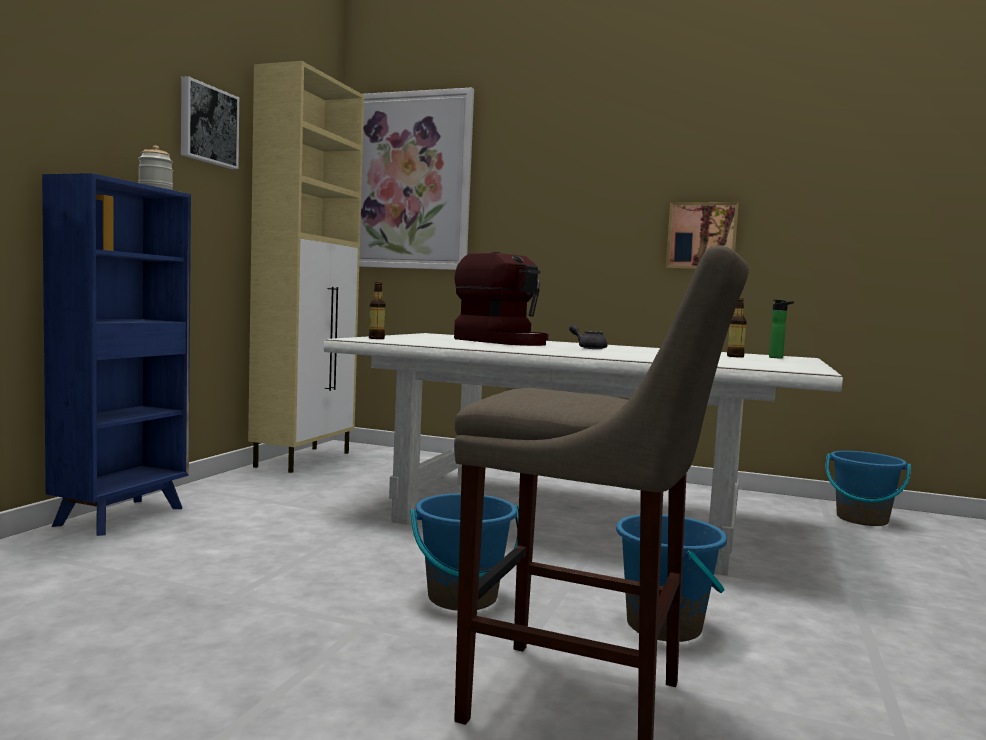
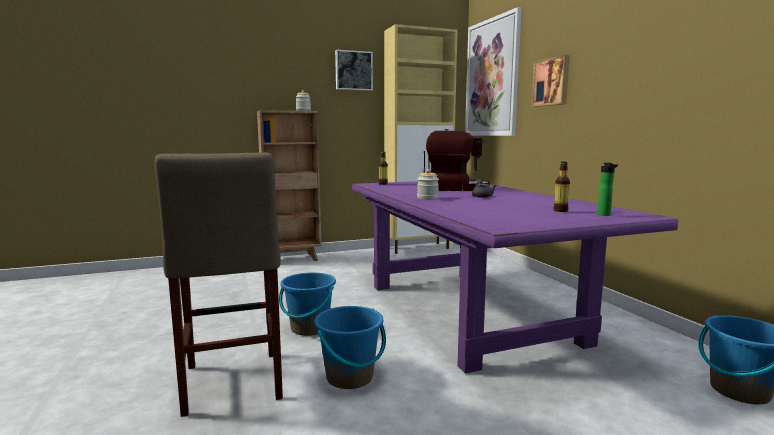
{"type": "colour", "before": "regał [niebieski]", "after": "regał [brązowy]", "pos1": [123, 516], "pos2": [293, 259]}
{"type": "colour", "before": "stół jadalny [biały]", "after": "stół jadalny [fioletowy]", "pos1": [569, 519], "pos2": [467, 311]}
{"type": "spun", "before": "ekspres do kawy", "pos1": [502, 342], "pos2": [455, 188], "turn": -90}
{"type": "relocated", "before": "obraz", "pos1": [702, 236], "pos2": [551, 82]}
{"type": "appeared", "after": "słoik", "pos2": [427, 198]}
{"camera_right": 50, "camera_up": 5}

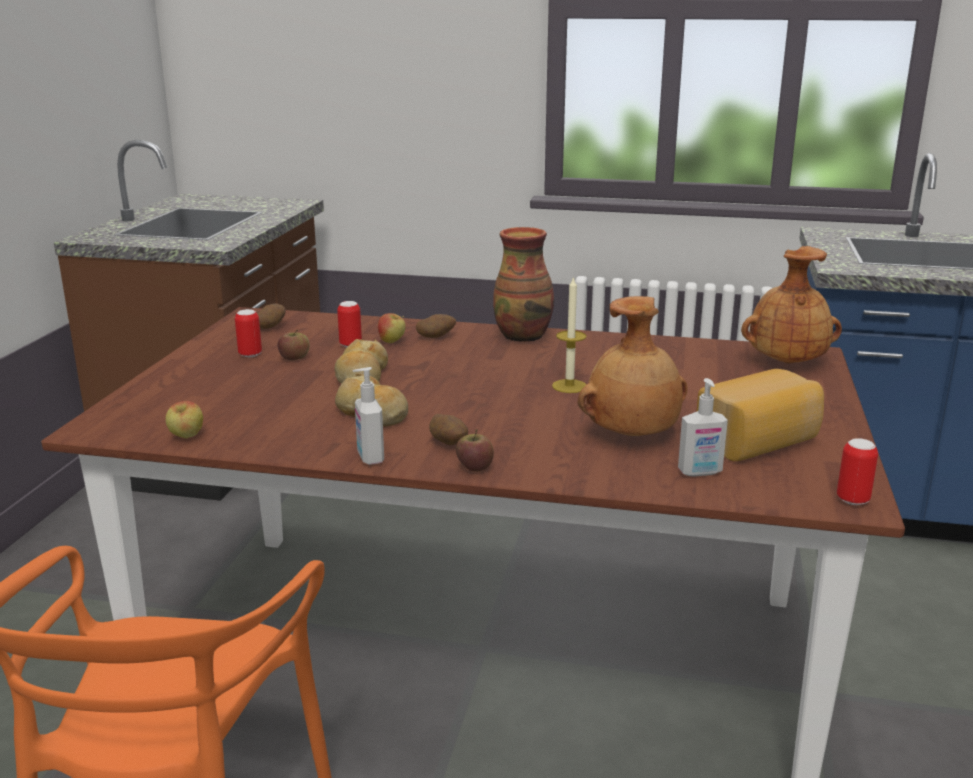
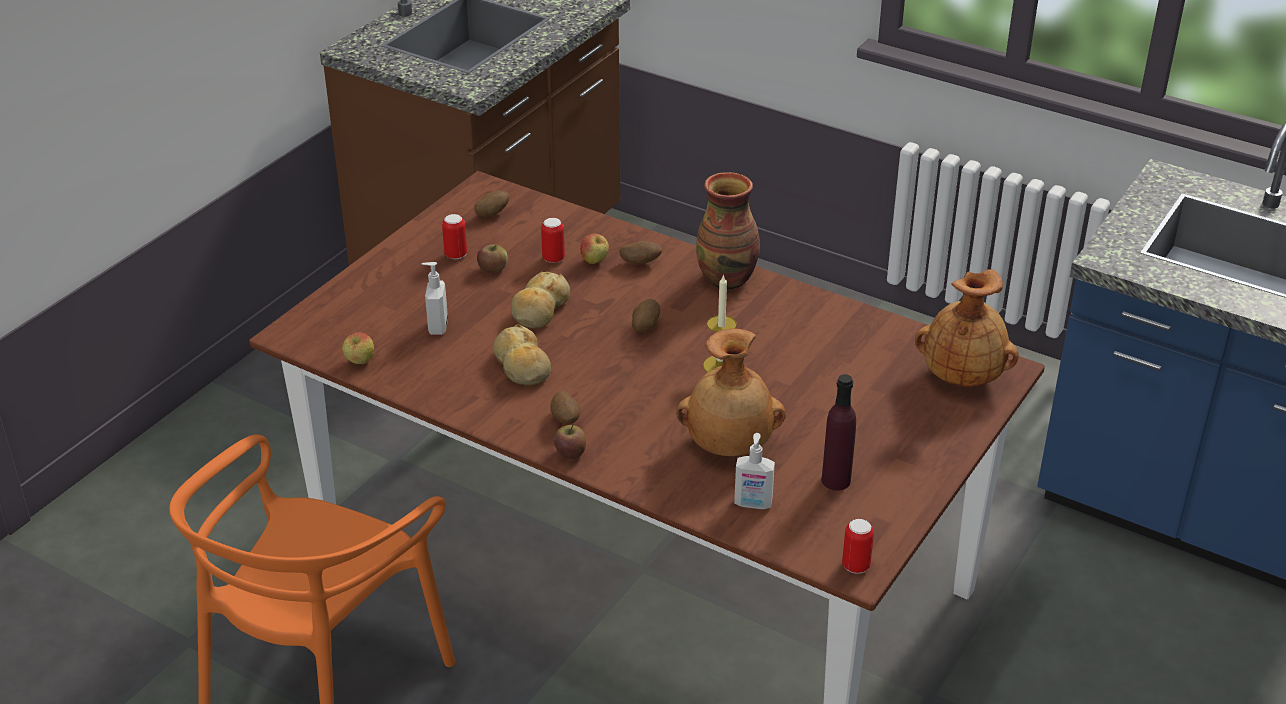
{"type": "relocated", "before": "dozownik mydła", "pos1": [369, 458], "pos2": [437, 327]}
{"type": "exchanged", "before": "chleb", "after": "butelka [fioletowy]", "pos1": [759, 442], "pos2": [836, 480]}
{"type": "appeared", "after": "ziemniak", "pos2": [645, 326]}
{"camera_right": 20, "camera_up": 15}

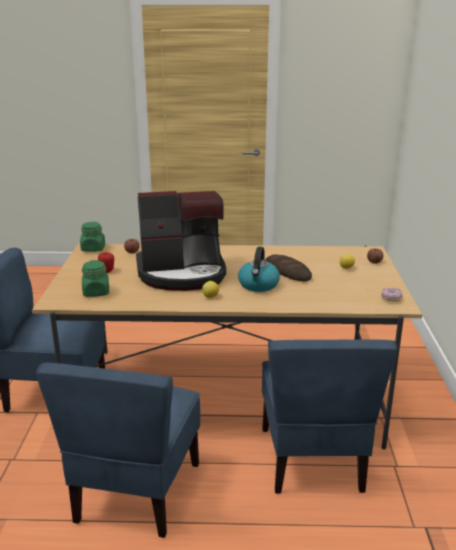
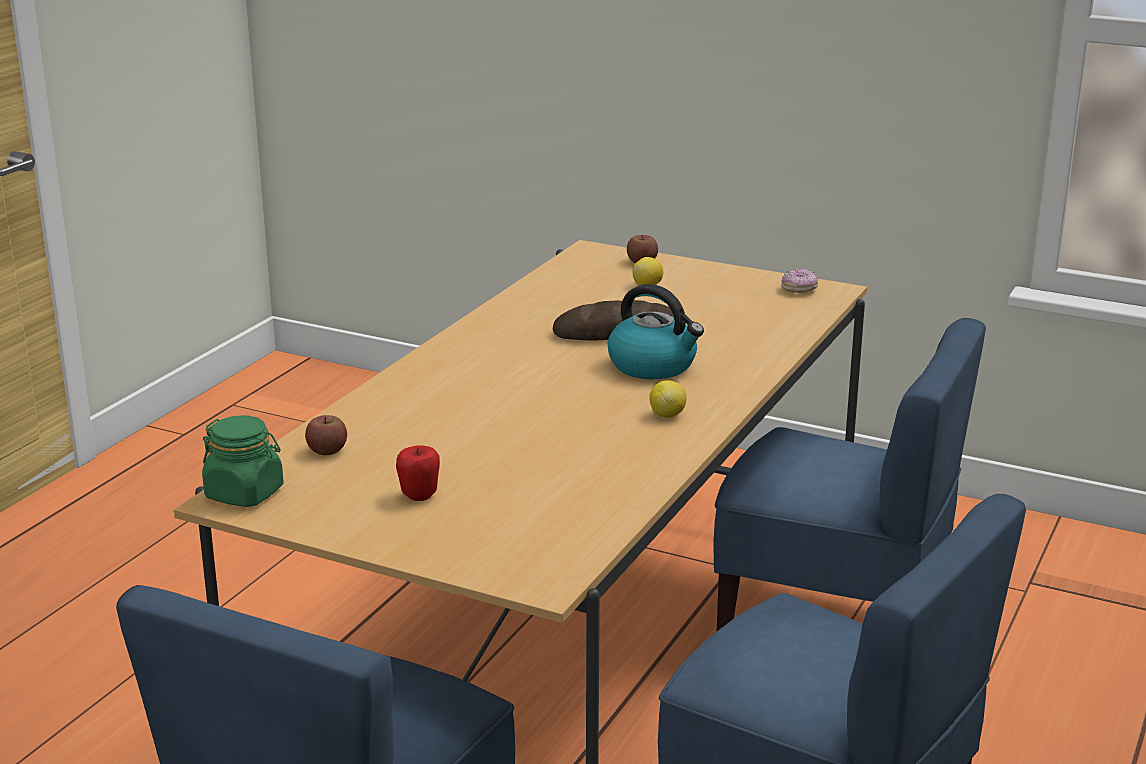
{"type": "missing", "before": "słoik [zielony]", "pos1": [96, 292]}
{"type": "missing", "before": "ekspres do kawy", "pos1": [182, 273]}
{"camera_right": -65, "camera_up": 0}

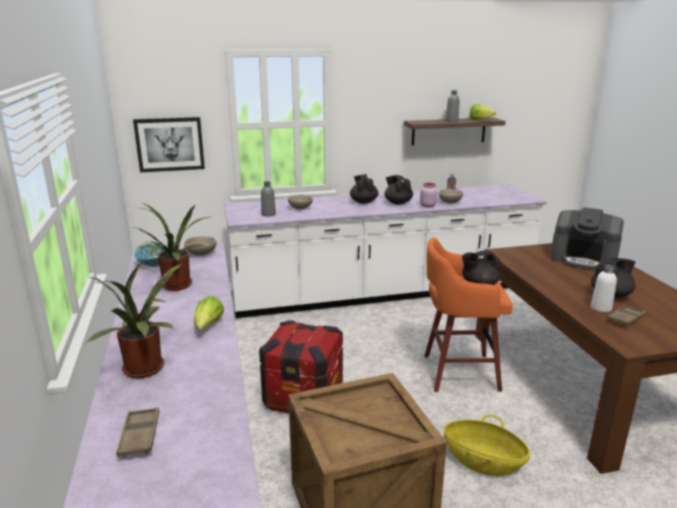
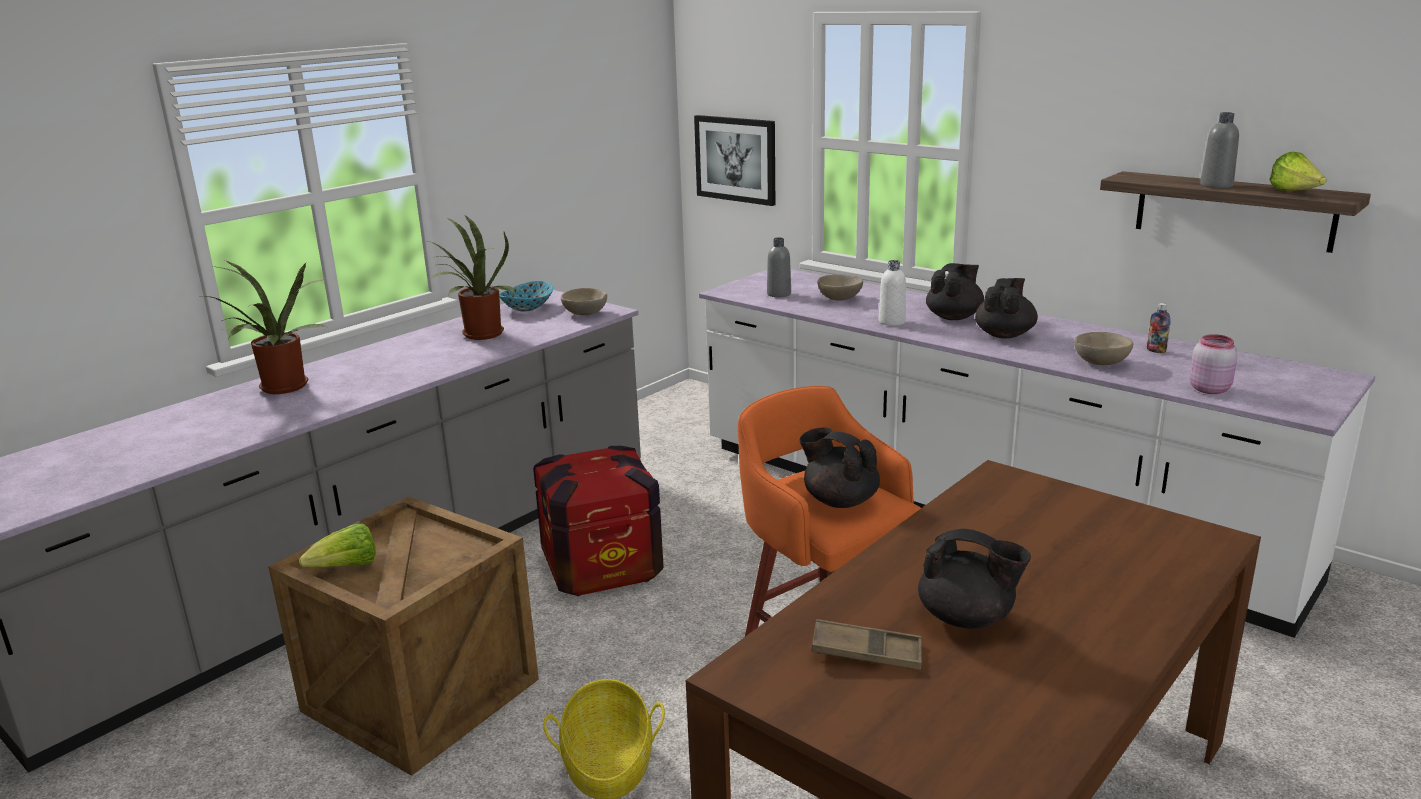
{"type": "missing", "before": "taca [brązowy]", "pos1": [139, 436]}
{"type": "relocated", "before": "sałata", "pos1": [208, 326], "pos2": [346, 568]}
{"type": "relocated", "before": "słoik [różowy]", "pos1": [427, 205], "pos2": [1209, 389]}
{"type": "missing", "before": "ekspres do kawy", "pos1": [583, 259]}
{"type": "relocated", "before": "butelka [biały]", "pos1": [601, 308], "pos2": [892, 322]}
{"camera_right": 55, "camera_up": 0}

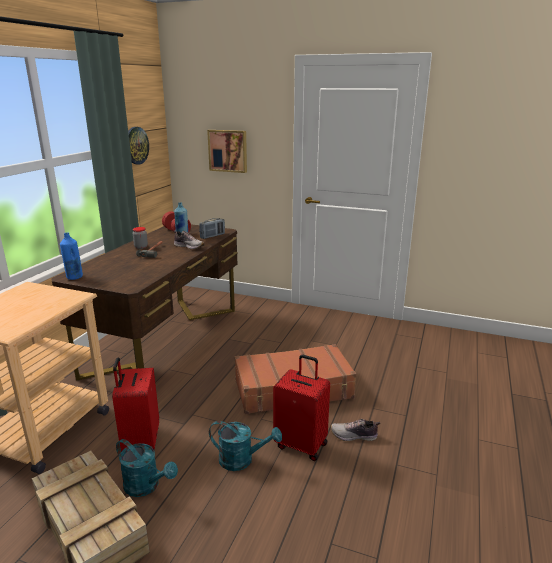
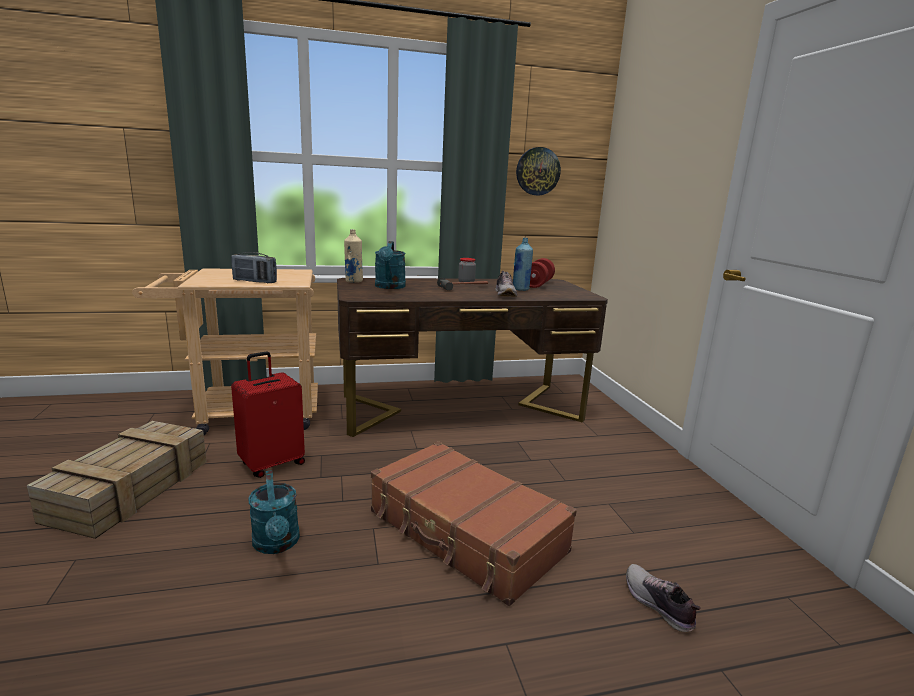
{"type": "colour", "before": "butelka [niebieski]", "after": "butelka [beżowy]", "pos1": [74, 277], "pos2": [353, 281]}
{"type": "relocated", "before": "konewka [turkusowy]", "pos1": [146, 486], "pos2": [389, 287]}
{"type": "relocated", "before": "radio", "pos1": [212, 236], "pos2": [254, 281]}
{"type": "missing", "before": "obraz", "pos1": [228, 151]}
{"type": "missing", "before": "walizka [czerwony]", "pos1": [301, 444]}
{"type": "relocated", "before": "but", "pos1": [354, 436], "pos2": [657, 605]}
{"camera_right": 55, "camera_up": -5}

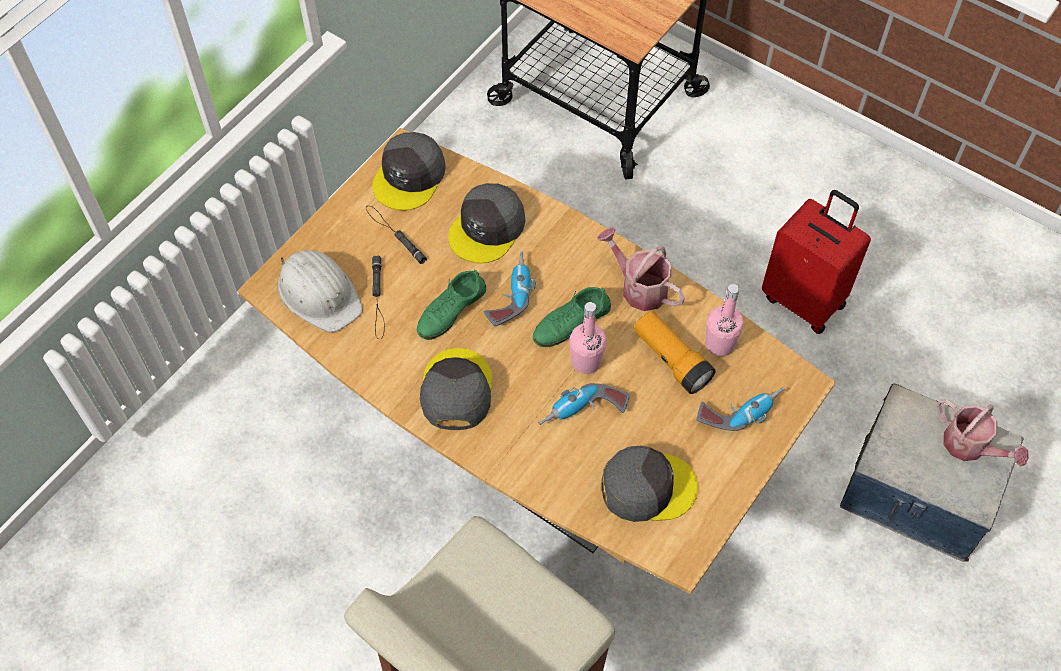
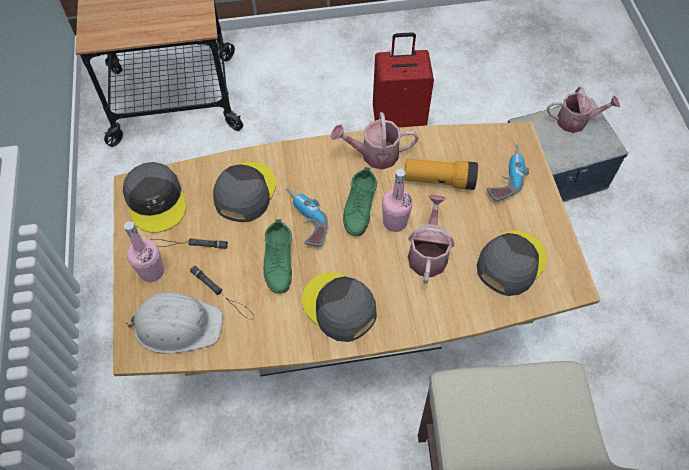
{"type": "spun", "before": "czapka z daszkiem [szary]", "pos1": [487, 228], "pos2": [245, 192], "turn": -150}
{"type": "exchanged", "before": "wiertarka", "after": "konewka", "pos1": [583, 413], "pos2": [428, 253]}
{"type": "relocated", "before": "butelka [różowy]", "pos1": [719, 344], "pos2": [152, 271]}
{"camera_right": -45, "camera_up": 0}

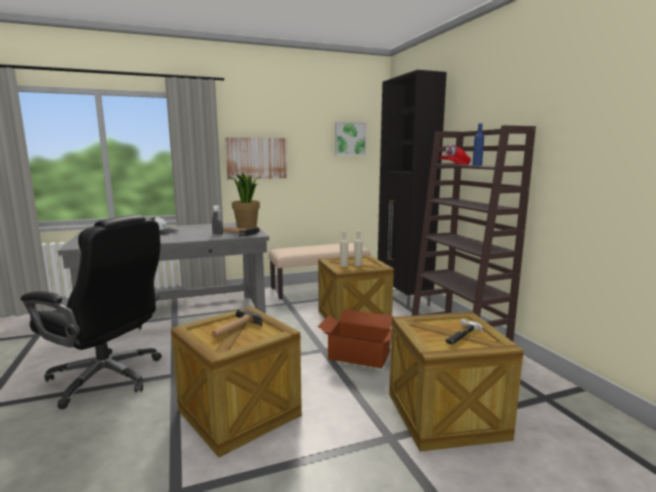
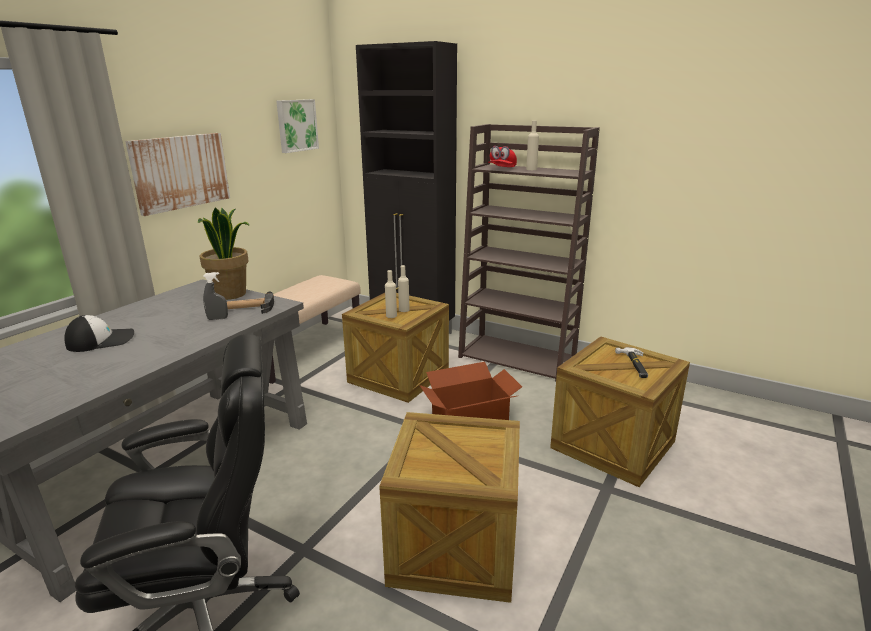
{"type": "missing", "before": "młotek", "pos1": [235, 329]}
{"type": "colour", "before": "butelka [niebieski]", "after": "butelka [beżowy]", "pos1": [477, 165], "pos2": [531, 169]}
{"camera_right": -40, "camera_up": 10}

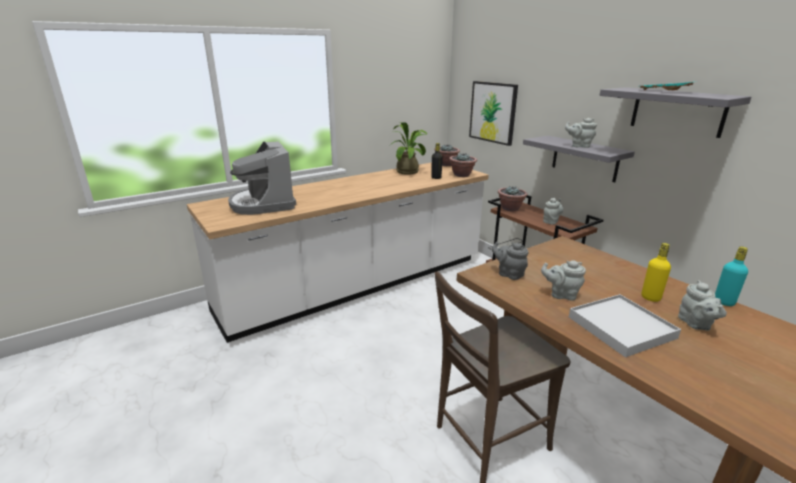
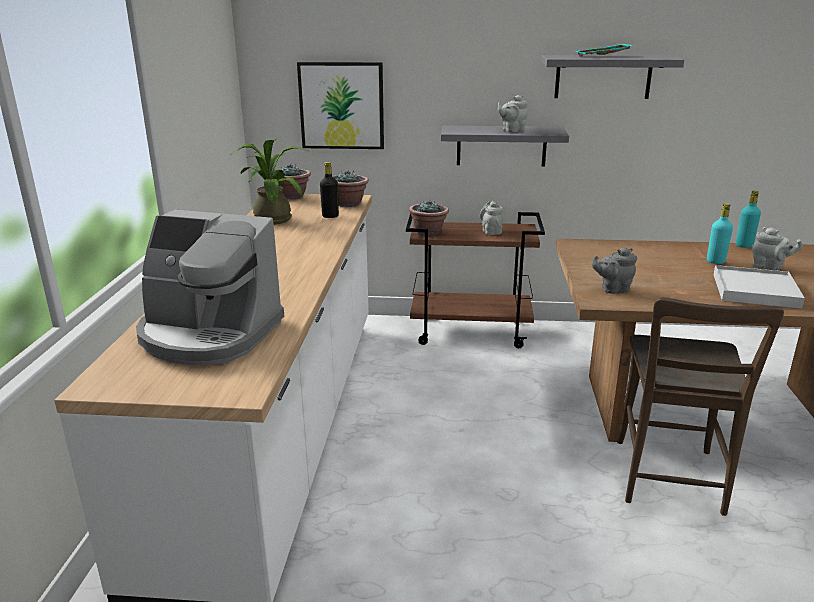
{"type": "missing", "before": "imbryk [szary]", "pos1": [561, 294]}
{"type": "colour", "before": "butelka [żółty]", "after": "butelka [turkusowy]", "pos1": [650, 298], "pos2": [715, 261]}
{"camera_right": -50, "camera_up": 0}

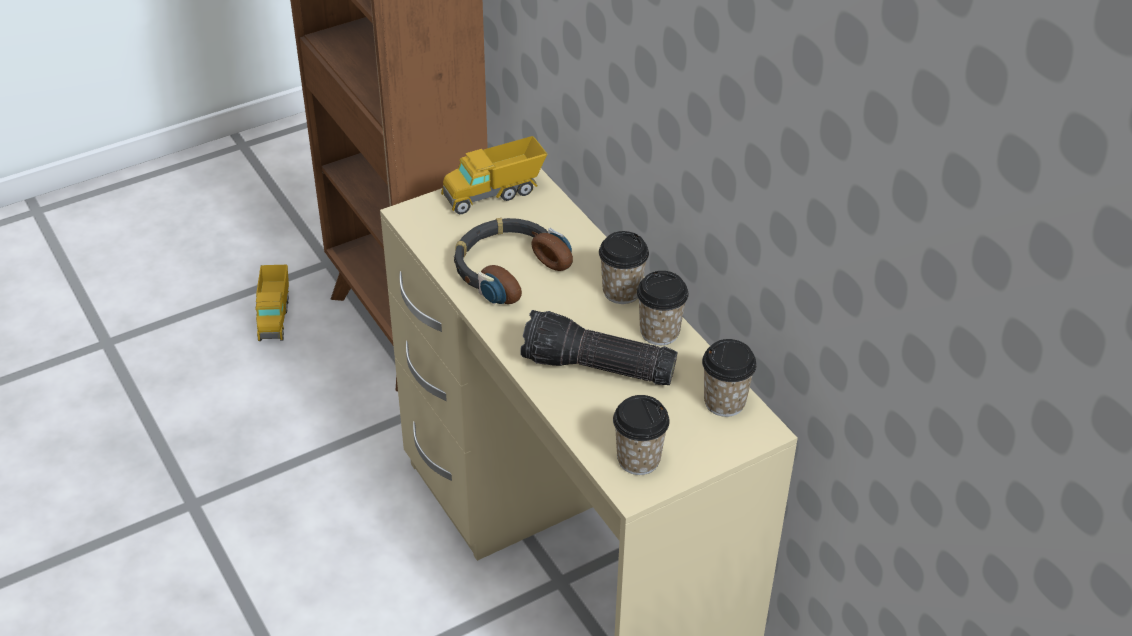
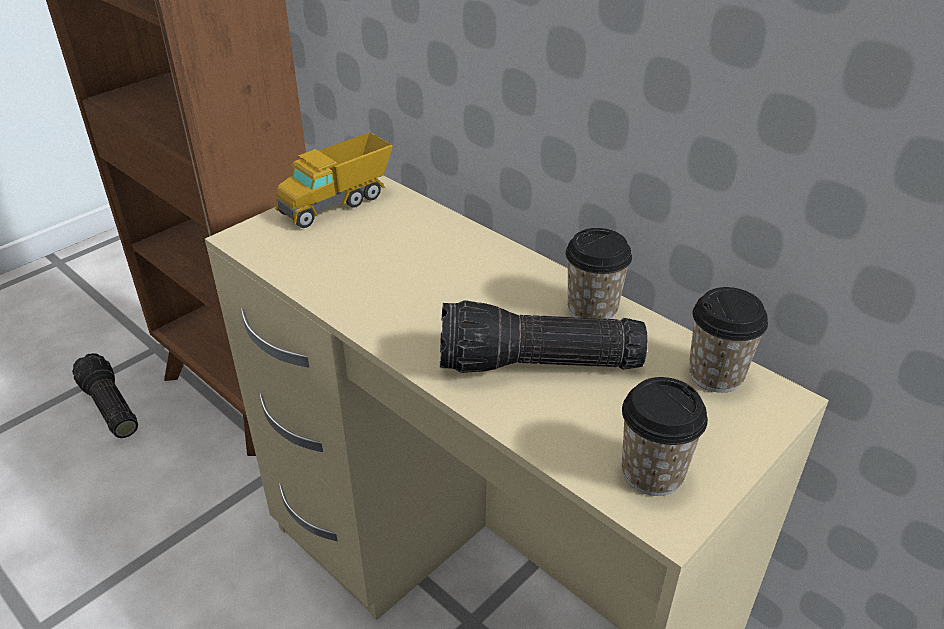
{"type": "exchanged", "before": "ciężarówka zabawkowa", "after": "latarka", "pos1": [274, 317], "pos2": [108, 408]}
{"type": "missing", "before": "słuchawki", "pos1": [508, 268]}
{"type": "missing", "before": "filiżanka", "pos1": [621, 292]}
{"camera_right": -15, "camera_up": -5}

